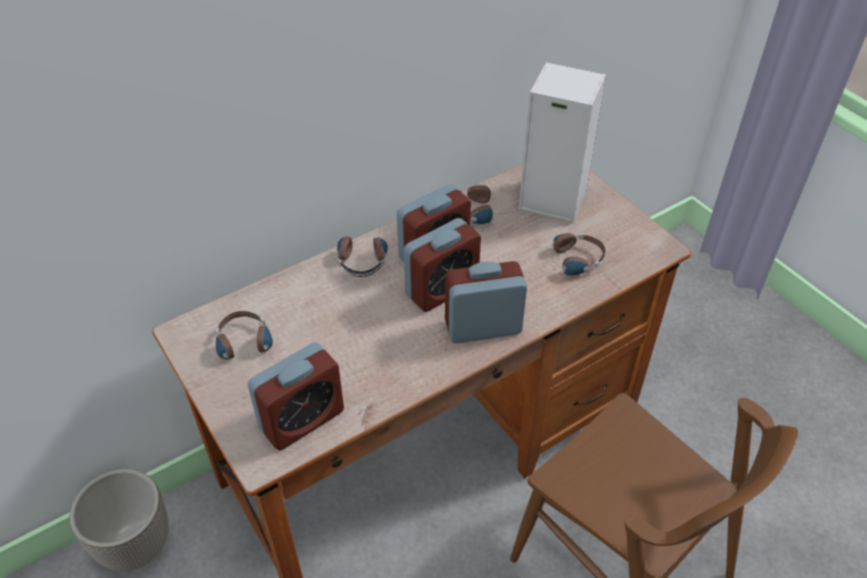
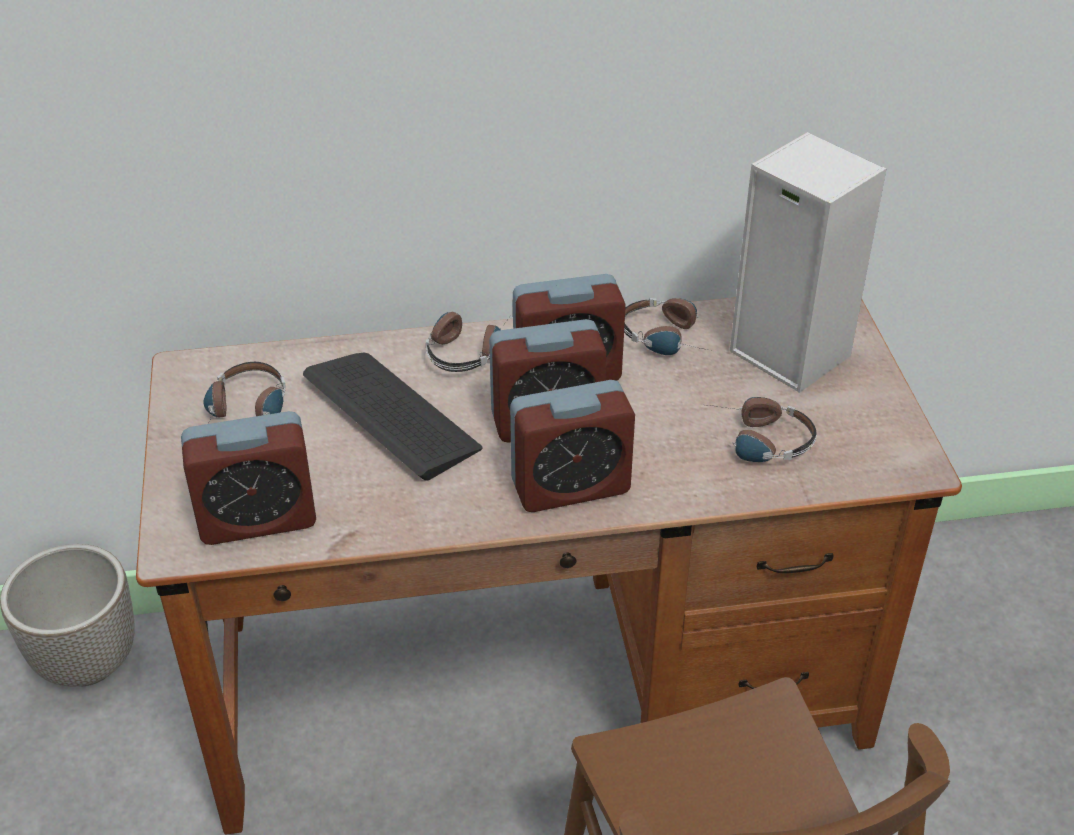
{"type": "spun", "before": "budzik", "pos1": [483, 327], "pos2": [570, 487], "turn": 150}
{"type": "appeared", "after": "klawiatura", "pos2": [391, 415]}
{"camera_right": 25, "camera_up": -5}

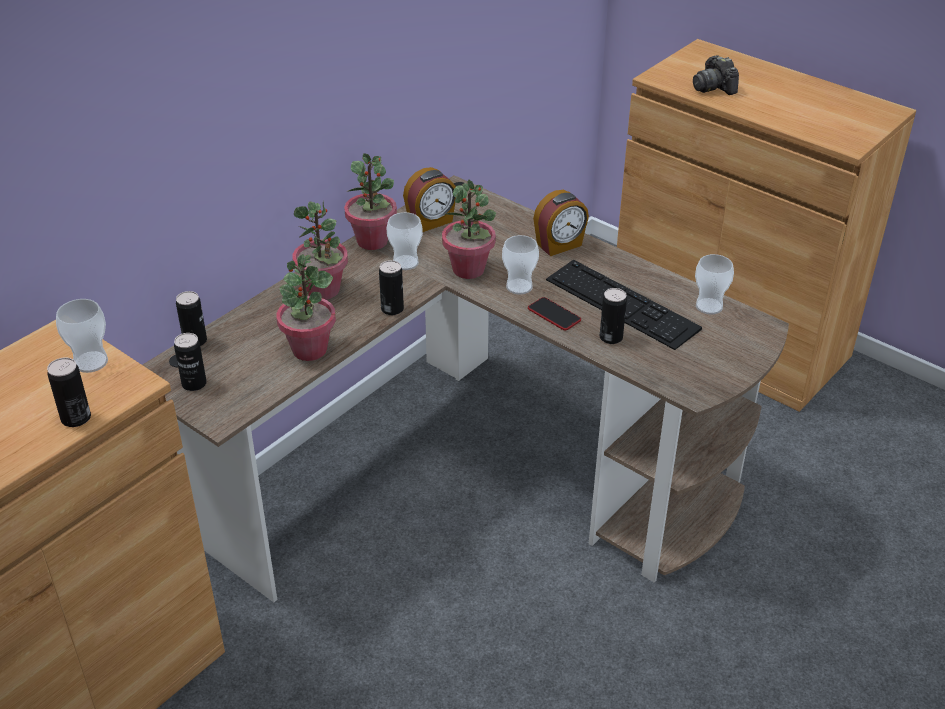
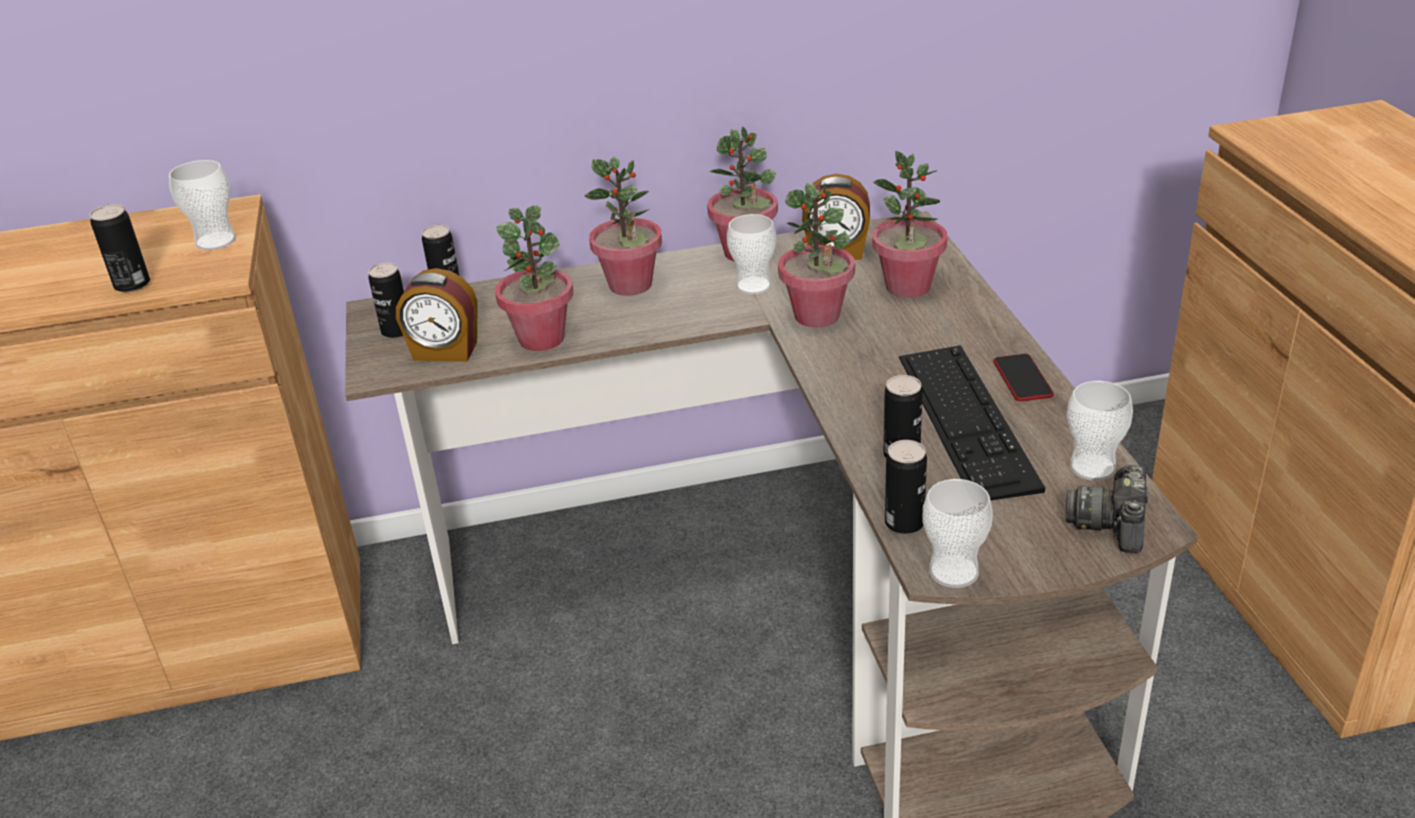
{"type": "relocated", "before": "puszka", "pos1": [392, 309], "pos2": [904, 523]}
{"type": "relocated", "before": "filiżanka", "pos1": [519, 286], "pos2": [953, 571]}
{"type": "relocated", "before": "telefon", "pos1": [554, 315], "pos2": [1022, 379]}
{"type": "relocated", "before": "budzik", "pos1": [559, 245], "pos2": [445, 352]}
{"type": "relocated", "before": "aparat fotograficzny", "pos1": [714, 87], "pos2": [1111, 524]}
{"type": "appeared", "after": "roślina doniczkowa", "pos2": [908, 287]}
{"camera_right": 40, "camera_up": -5}

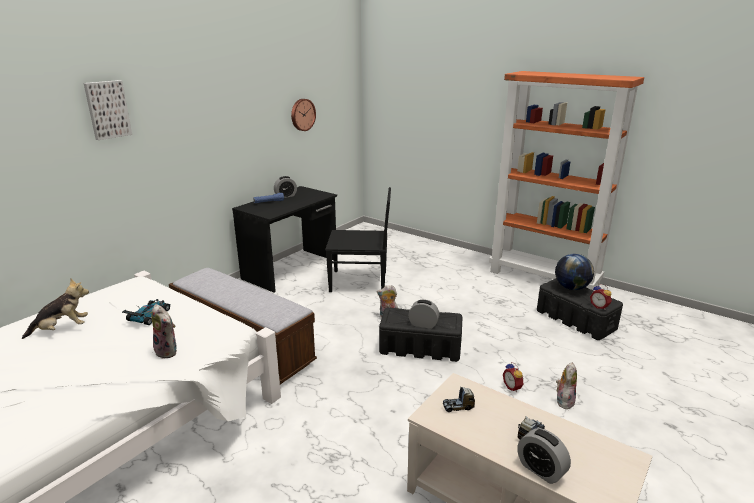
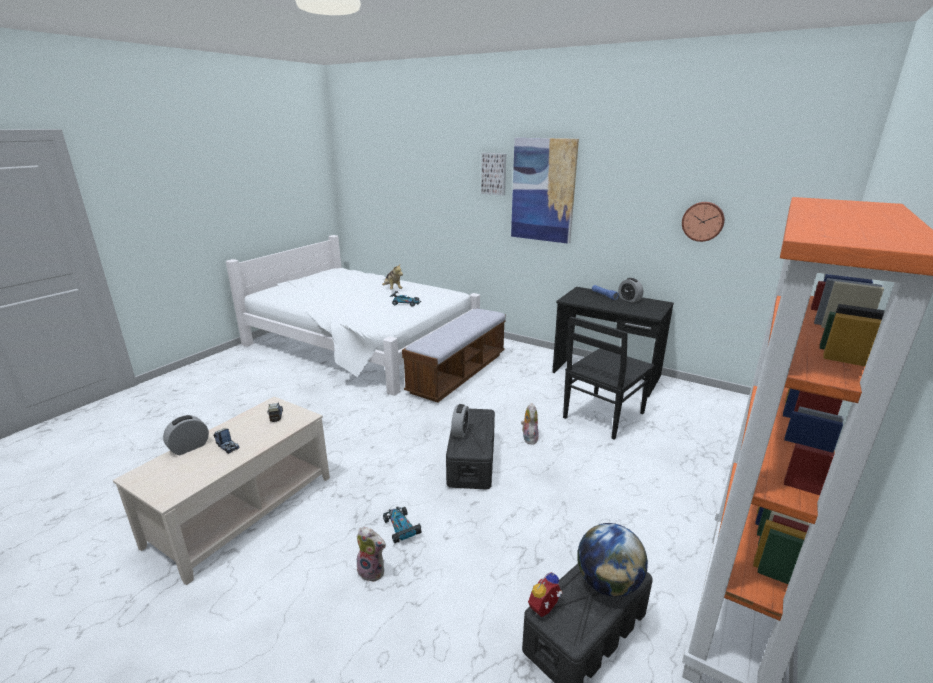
{"type": "missing", "before": "pluszak", "pos1": [168, 351]}
{"type": "spun", "before": "krzesło [czarny]", "pos1": [360, 282], "pos2": [602, 416], "turn": 45}
{"type": "exchanged", "before": "budzik", "after": "samochodzik", "pos1": [513, 387], "pos2": [401, 528]}
{"type": "appeared", "after": "obraz", "pos2": [543, 190]}
{"camera_right": 85, "camera_up": 0}

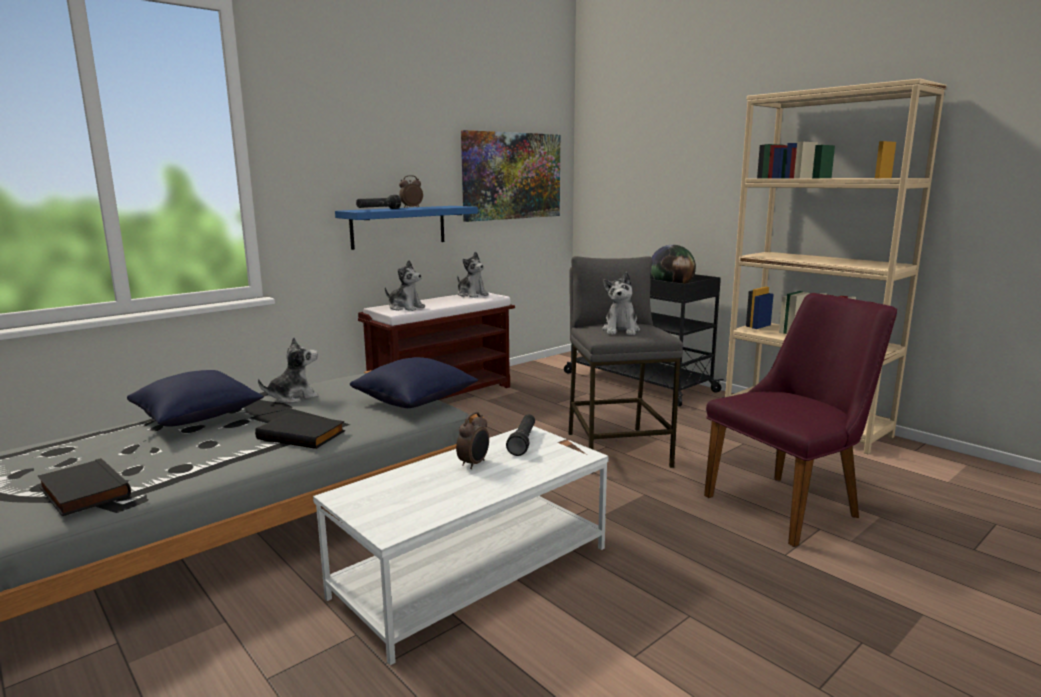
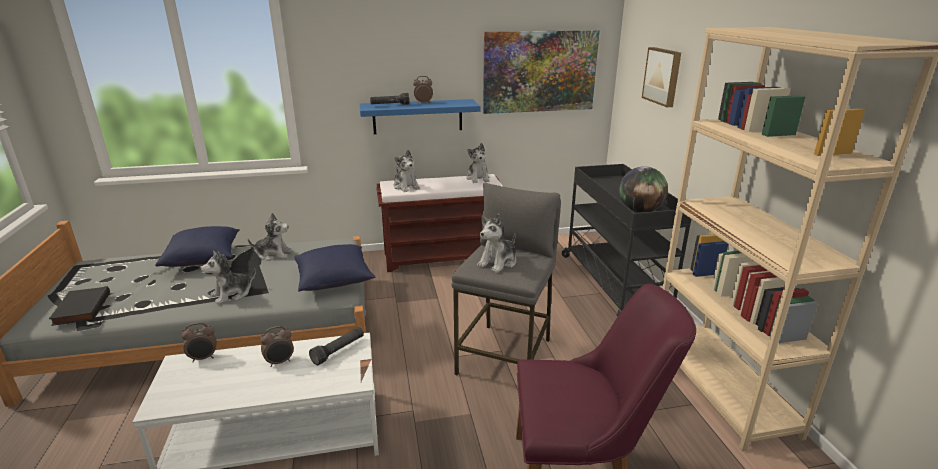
{"type": "exchanged", "before": "książka [czarny]", "after": "pluszak", "pos1": [303, 434], "pos2": [232, 294]}
{"type": "appeared", "after": "budzik", "pos2": [203, 358]}
{"type": "appeared", "after": "obraz", "pos2": [663, 76]}
{"camera_right": 30, "camera_up": 10}

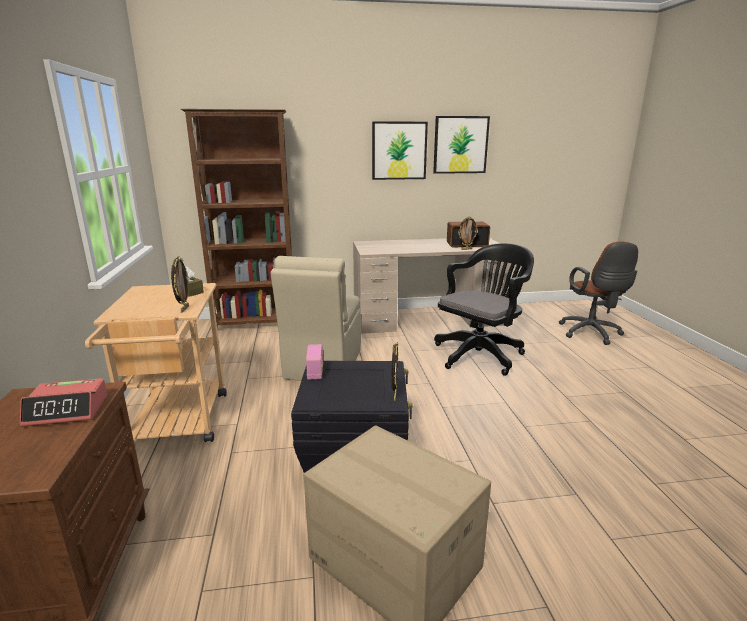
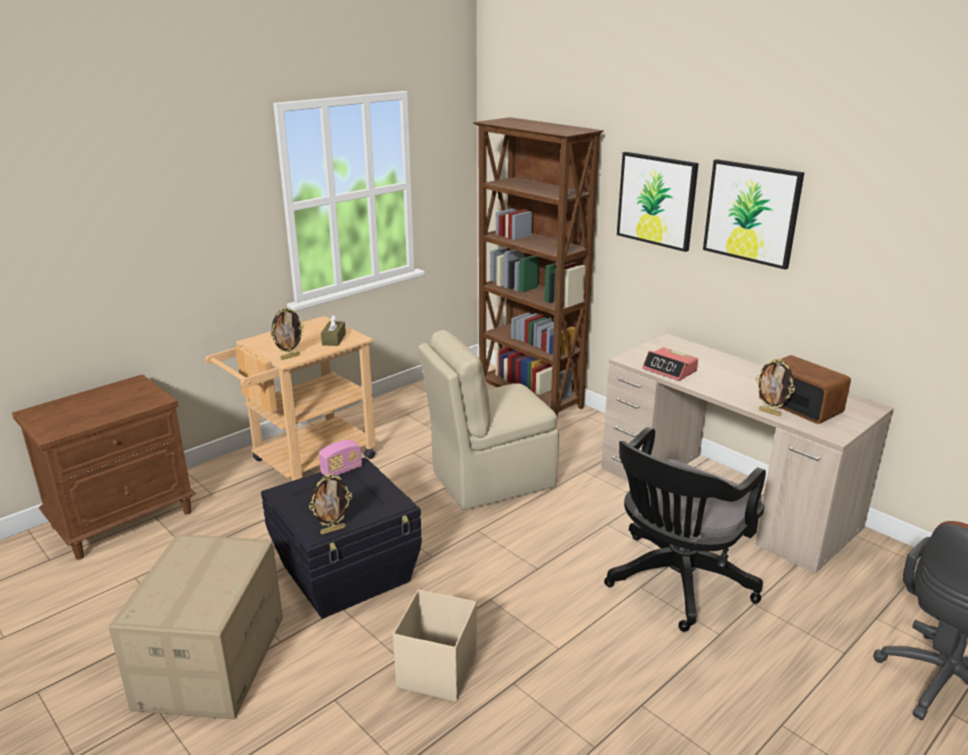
{"type": "relocated", "before": "budzik", "pos1": [67, 410], "pos2": [670, 370]}
{"type": "relocated", "before": "obraz", "pos1": [460, 145], "pos2": [657, 200]}
{"type": "spun", "before": "krzesło biurowe [czarny]", "pos1": [481, 354], "pos2": [675, 583], "turn": 120}
{"type": "appeared", "after": "pojemnik do przechowywania [beżowy]", "pos2": [436, 671]}
{"camera_right": 55, "camera_up": 5}

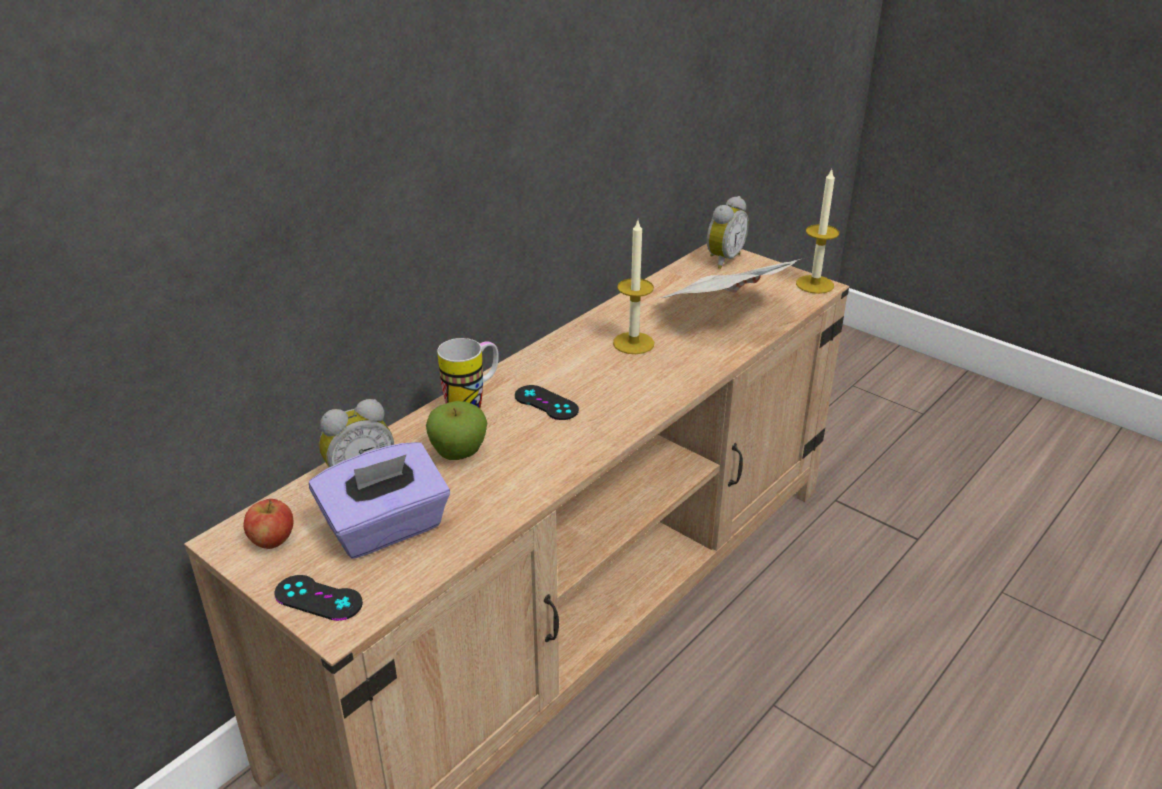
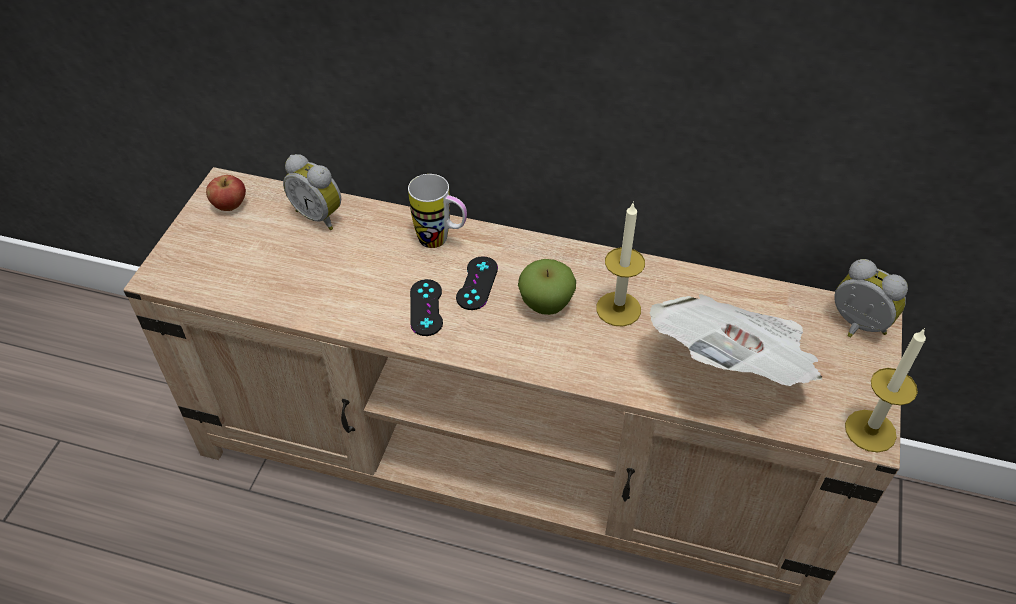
{"type": "relocated", "before": "pad do gier [czarny]", "pos1": [318, 598], "pos2": [426, 307]}
{"type": "missing", "before": "pudełko chusteczek [fioletowy]", "pos1": [386, 528]}
{"type": "relocated", "before": "jabłko", "pos1": [458, 454], "pos2": [546, 305]}
{"type": "spun", "before": "budzik", "pos1": [722, 259], "pos2": [856, 327], "turn": -150}
{"camera_right": 65, "camera_up": 15}

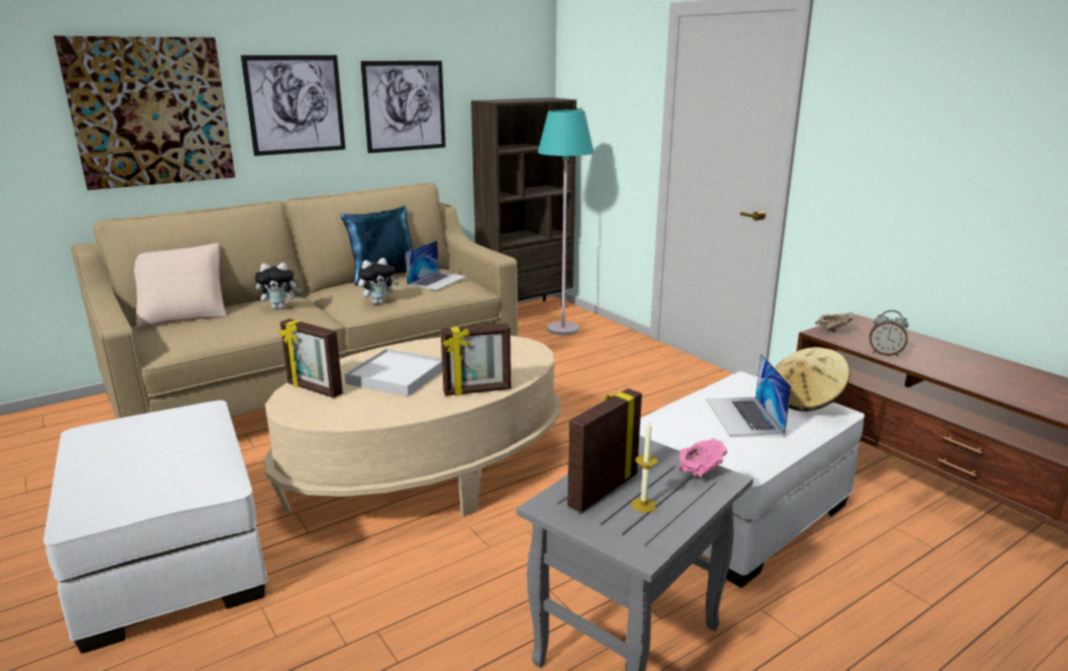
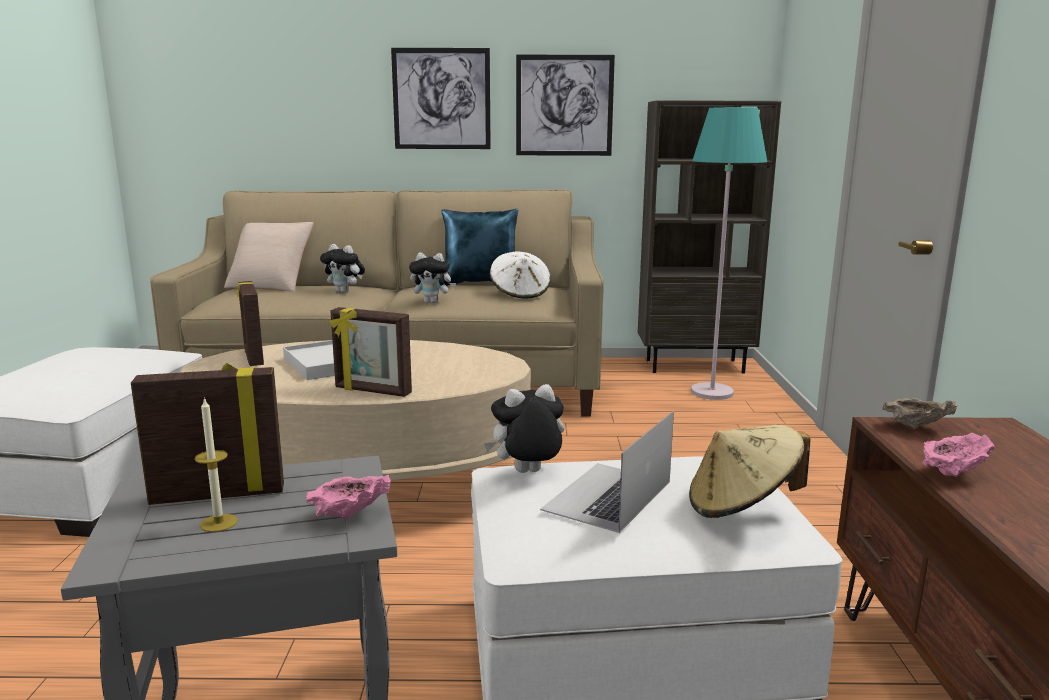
{"type": "missing", "before": "obraz", "pos1": [151, 112]}
{"type": "exchanged", "before": "laptop", "after": "kapelusz [biały]", "pos1": [437, 280], "pos2": [520, 293]}
{"type": "exchanged", "before": "budzik", "after": "miska [różowy]", "pos1": [885, 353], "pos2": [951, 474]}
{"type": "appeared", "after": "pluszak", "pos2": [527, 473]}
{"camera_right": 35, "camera_up": -5}

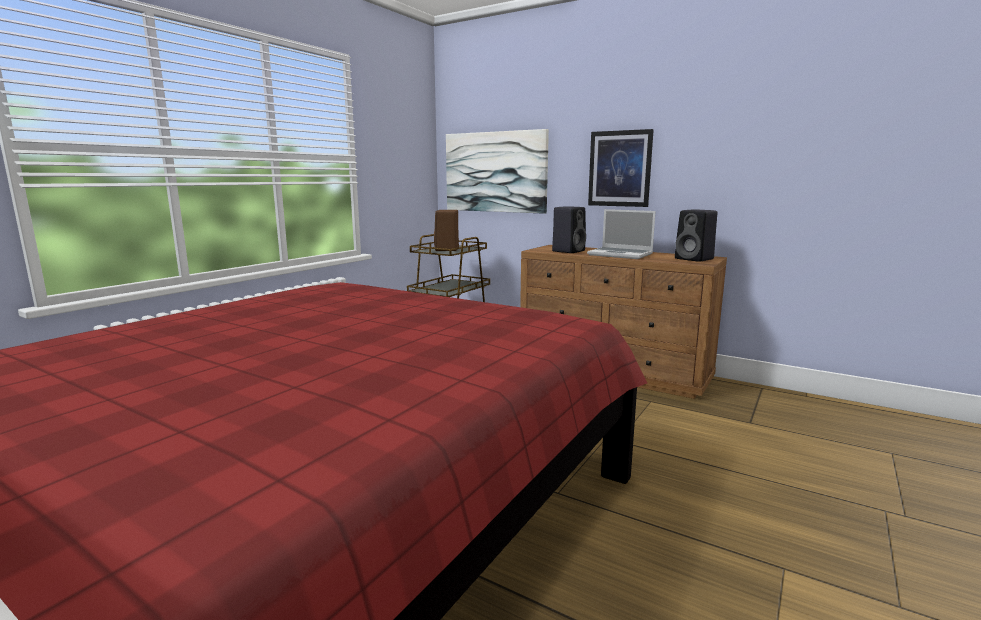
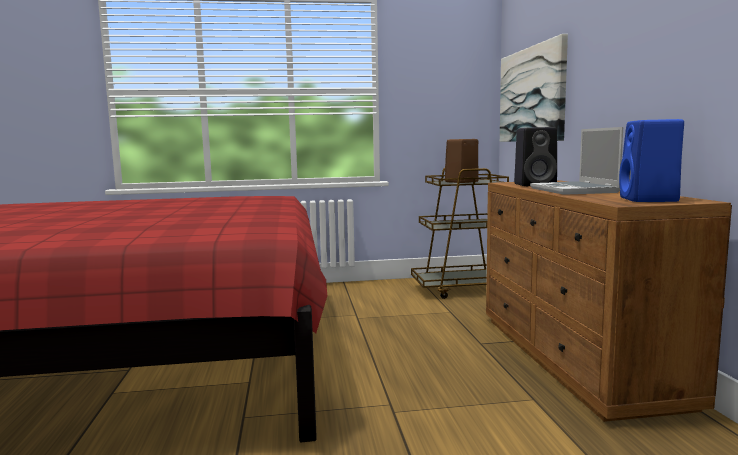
{"type": "missing", "before": "obraz", "pos1": [619, 168]}
{"type": "colour", "before": "głośnik [czarny]", "after": "głośnik [niebieski]", "pos1": [695, 259], "pos2": [649, 200]}
{"camera_right": 50, "camera_up": -5}

